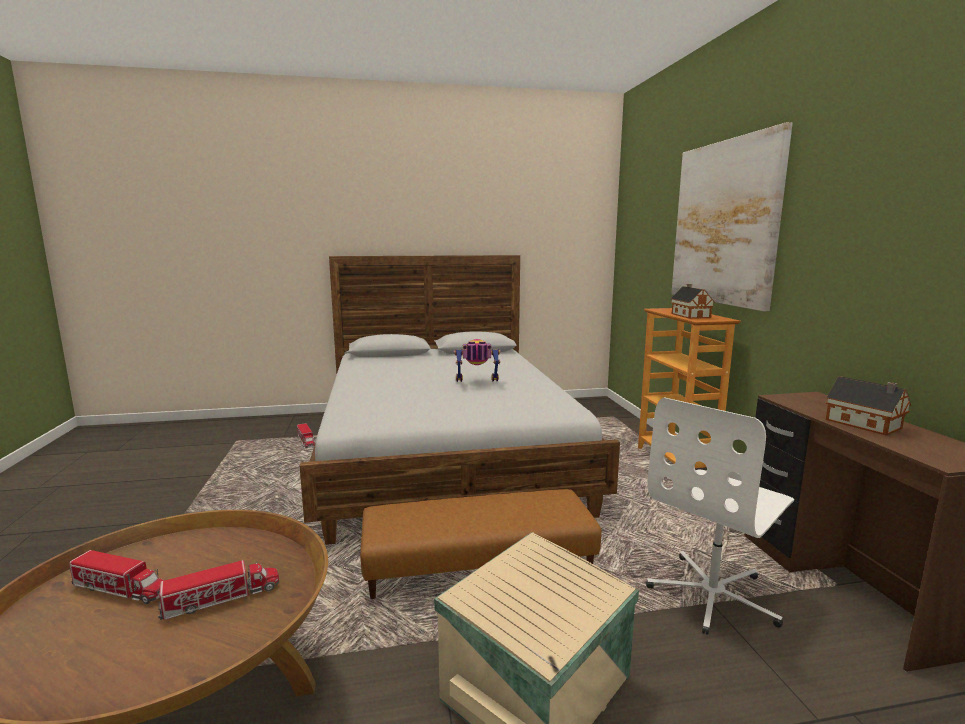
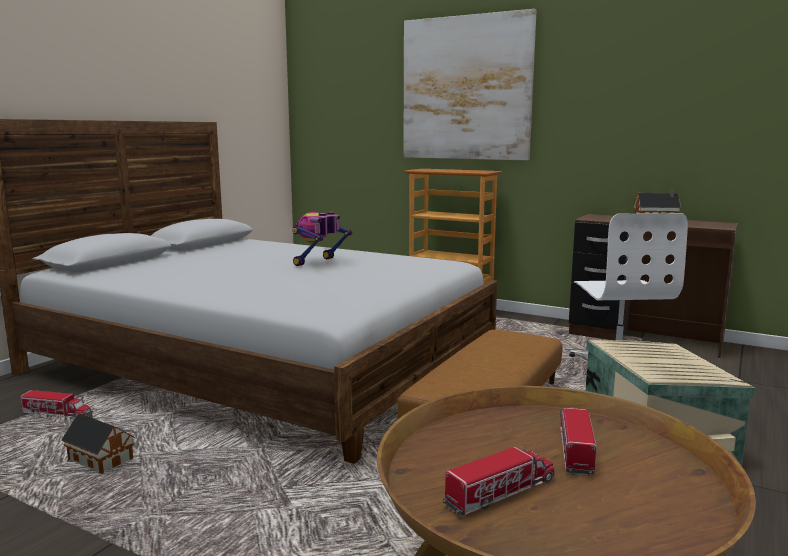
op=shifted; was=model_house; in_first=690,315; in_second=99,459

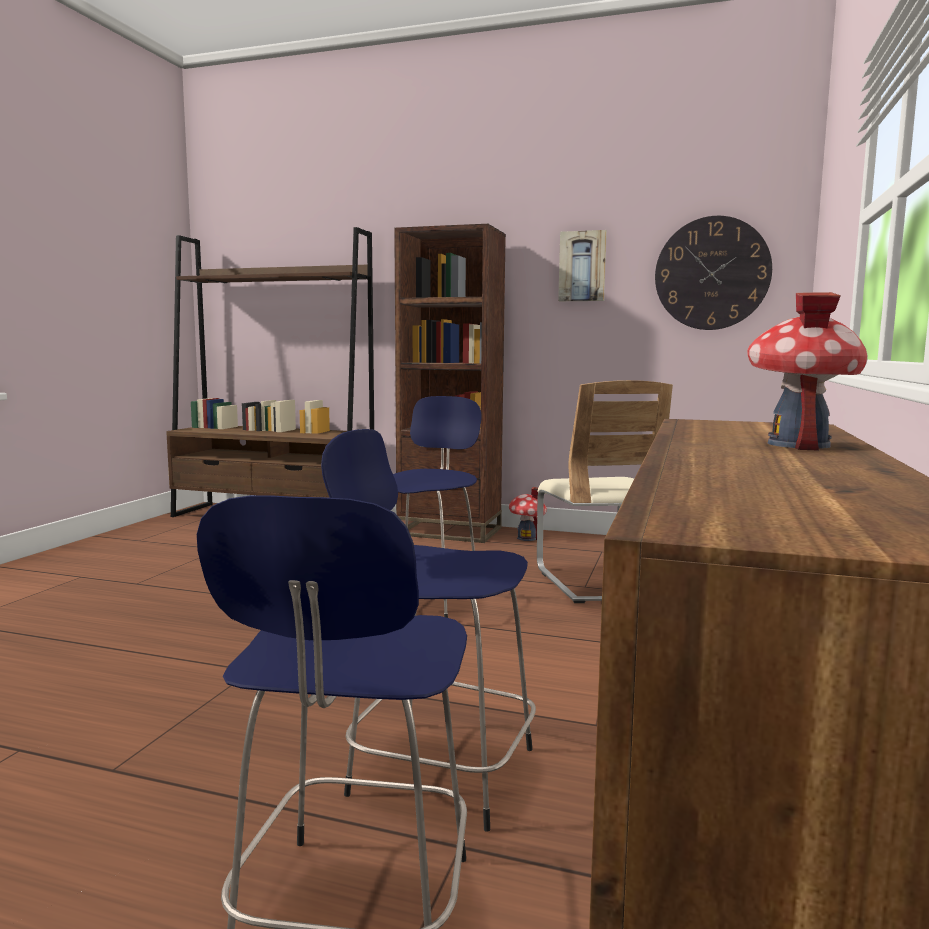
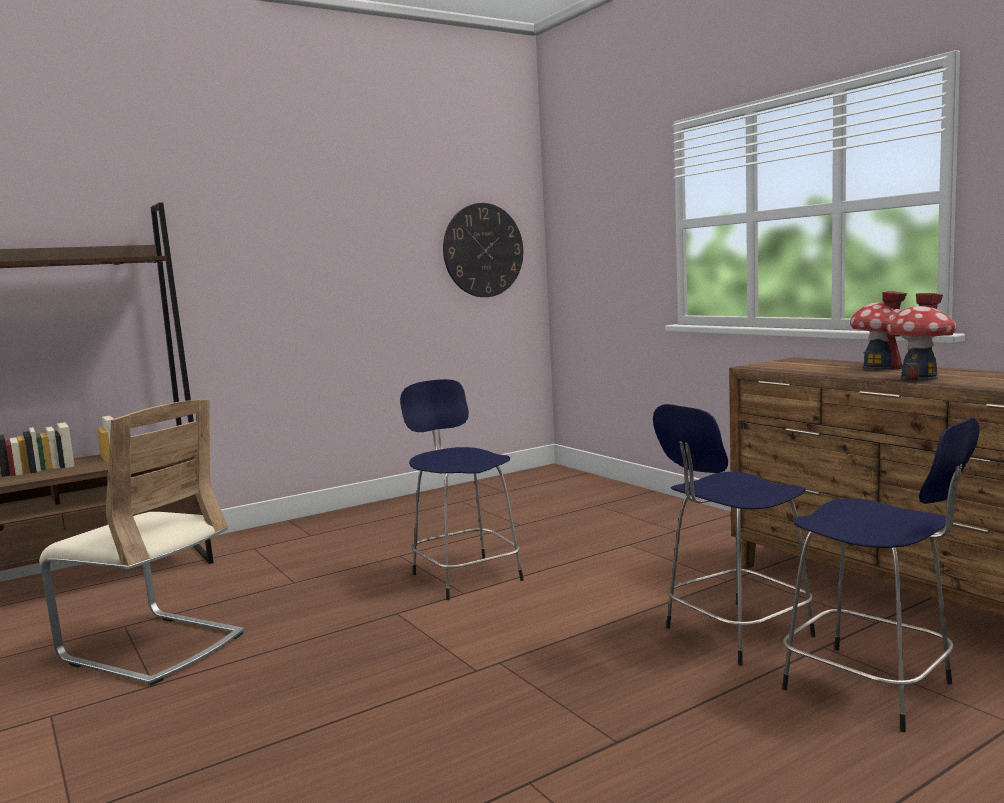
op=shifted; was=beige-coloured_upright_chair; in_first=598,582; in_second=152,647
op=shifted; was=model_house; in_first=527,538; in_second=919,378
op=gone; was=brown_bookshelf; in_first=449,531
op=gone; was=wall_picture; in_first=582,266

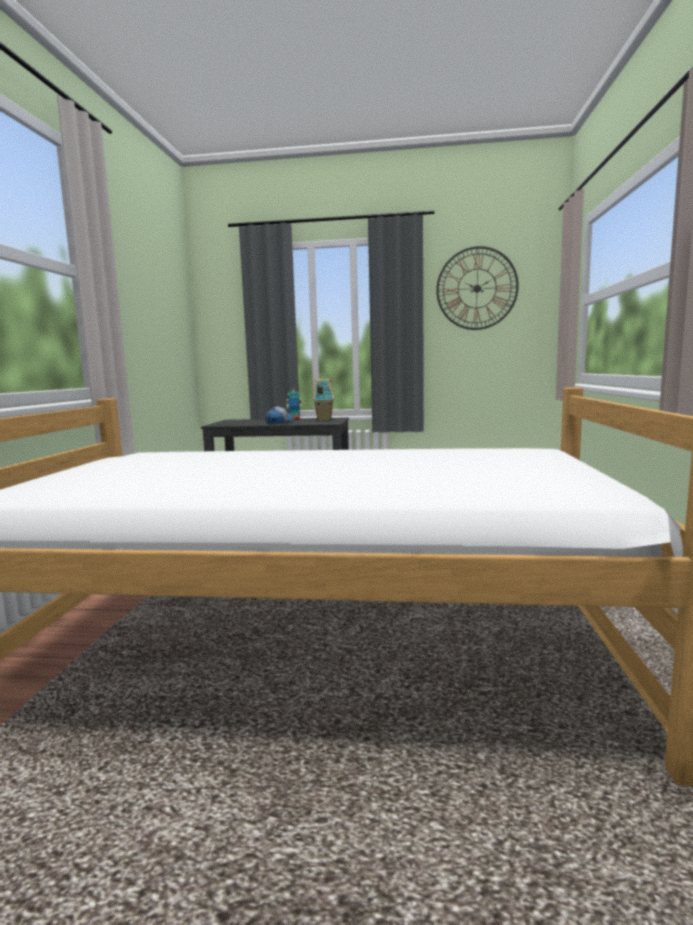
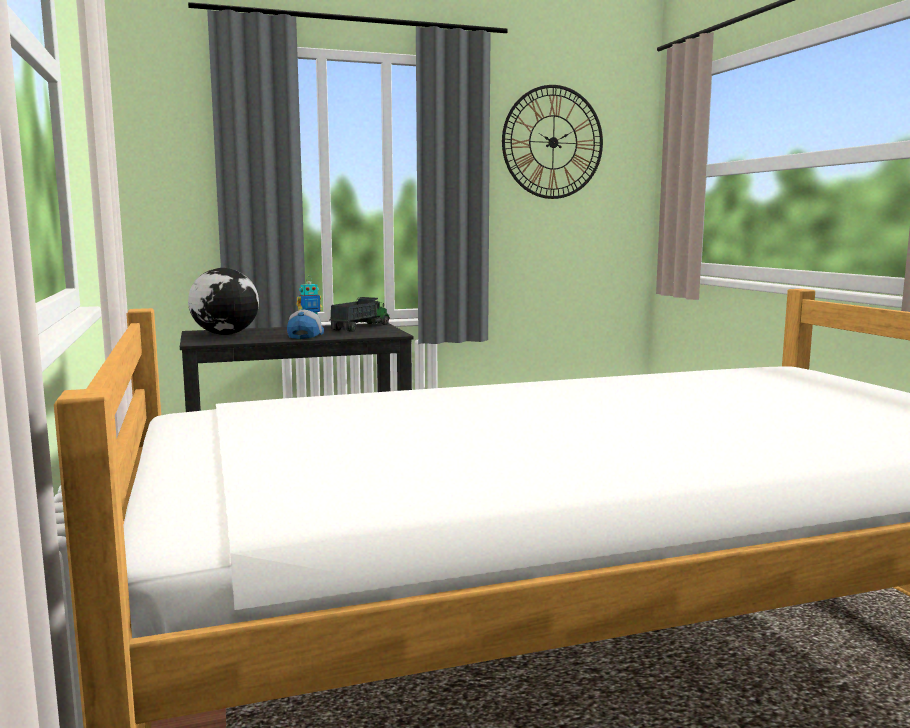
op=new; now=globe; in_second=225,334
op=swapped; was=model_house; now=toy_lorry; in_first=323,419; in_second=361,327

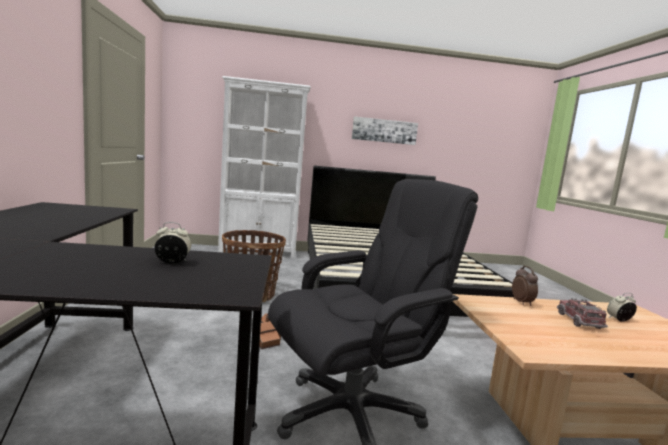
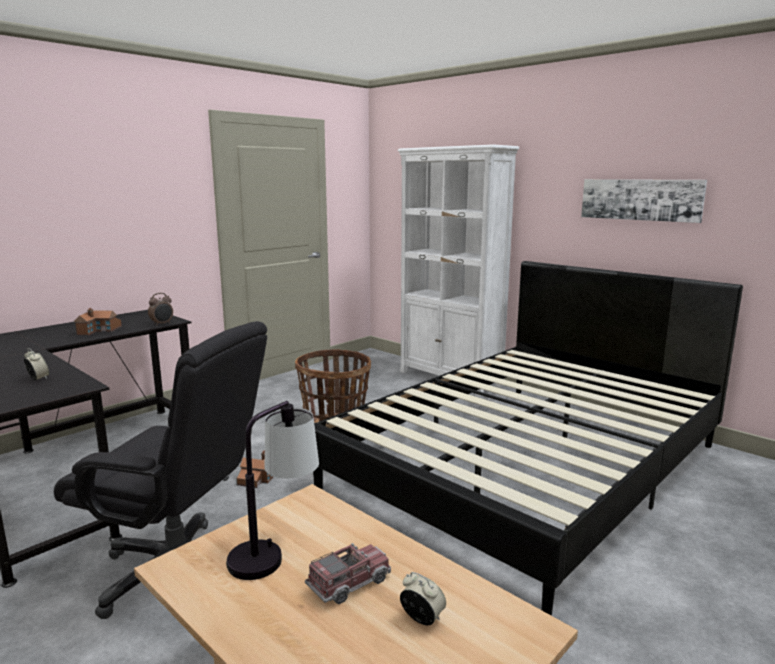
op=new; now=model_house; in_second=99,331
op=shifted; was=alarm_clock; in_first=522,302; in_second=162,324
op=new; now=lamp_for_a_table; in_second=275,550

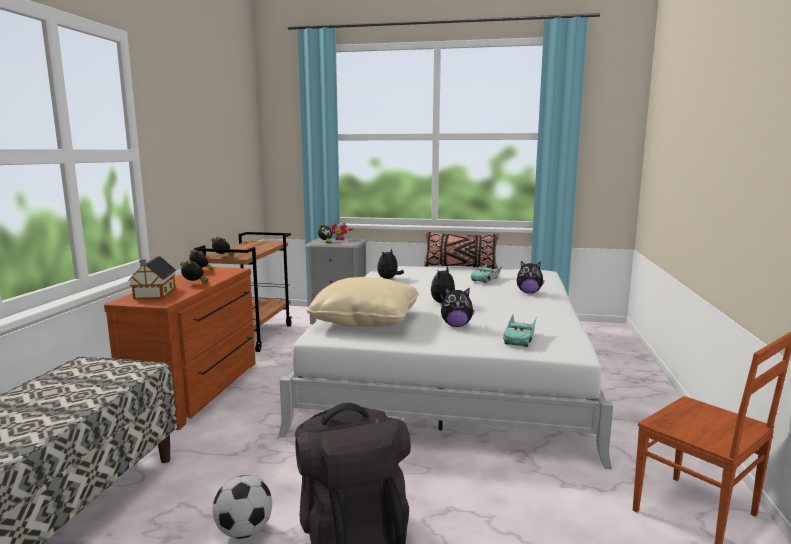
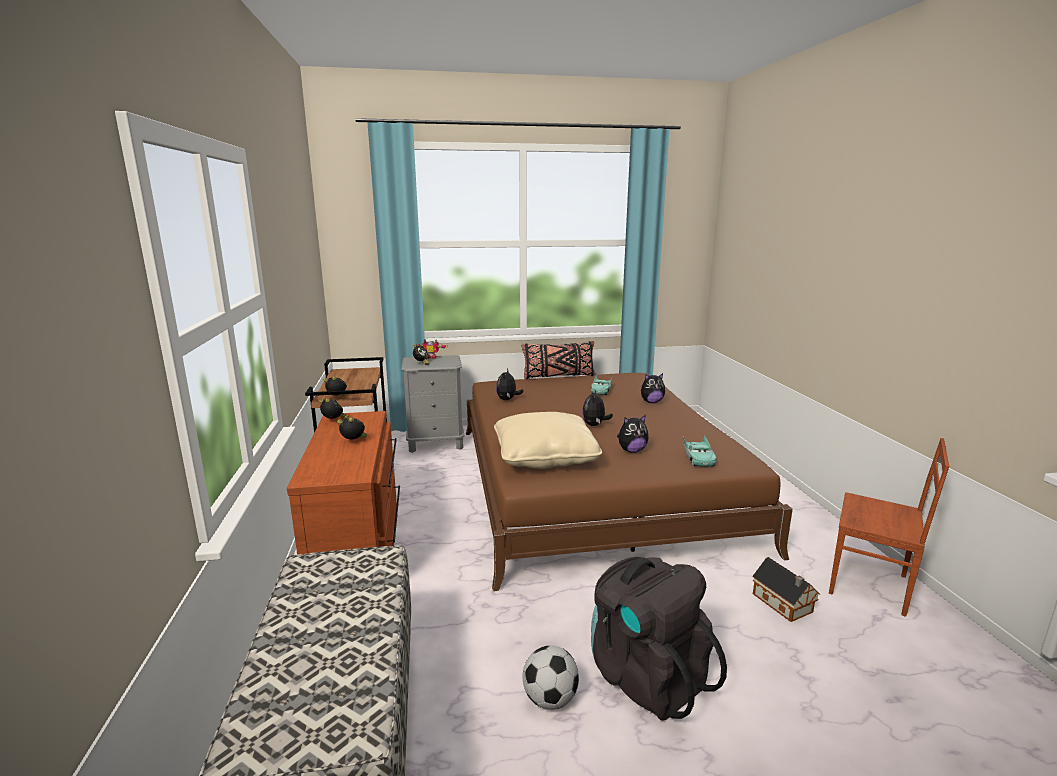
op=repainted; was=white-coloured_sleeping_bed; now=brown_sleeping_bed; in_first=453,368; in_second=592,483
op=shifted; was=model_house; in_first=153,293; in_second=783,604

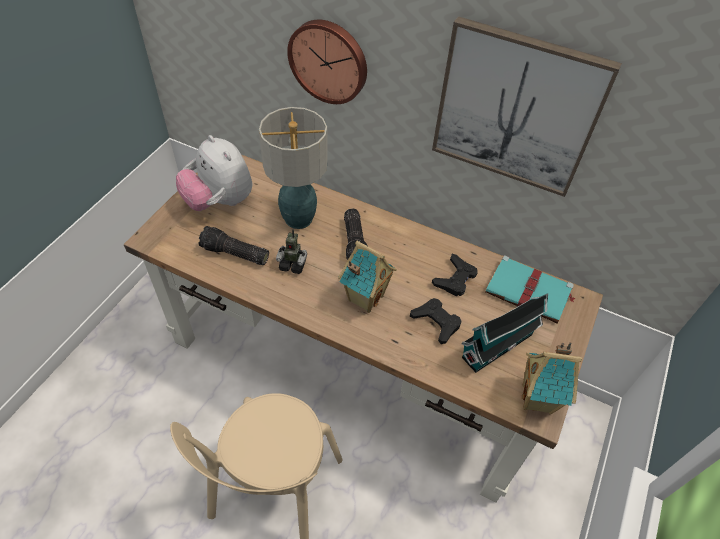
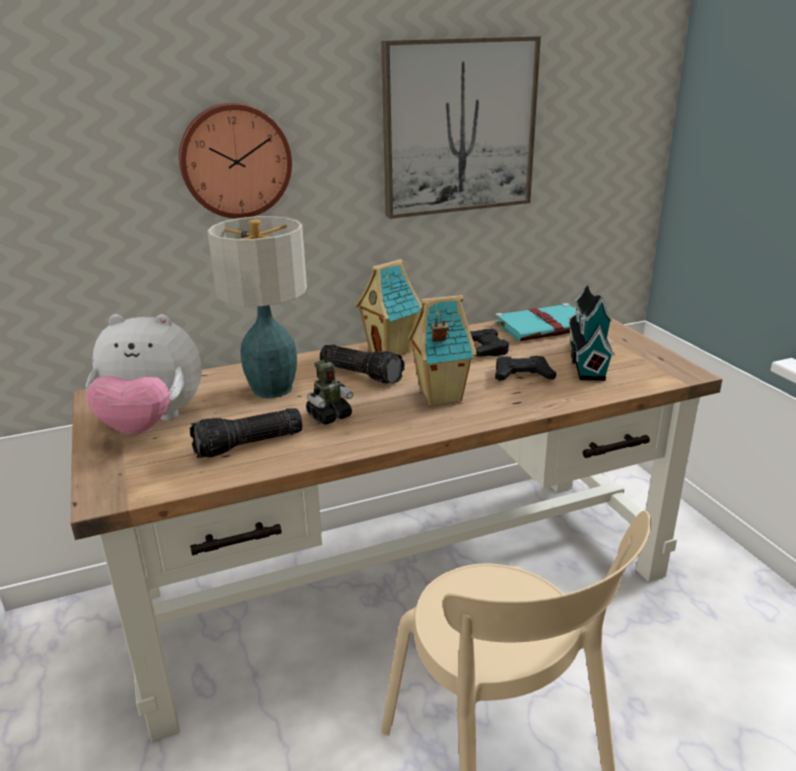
op=shifted; was=model_house; in_first=538,399; in_second=391,351

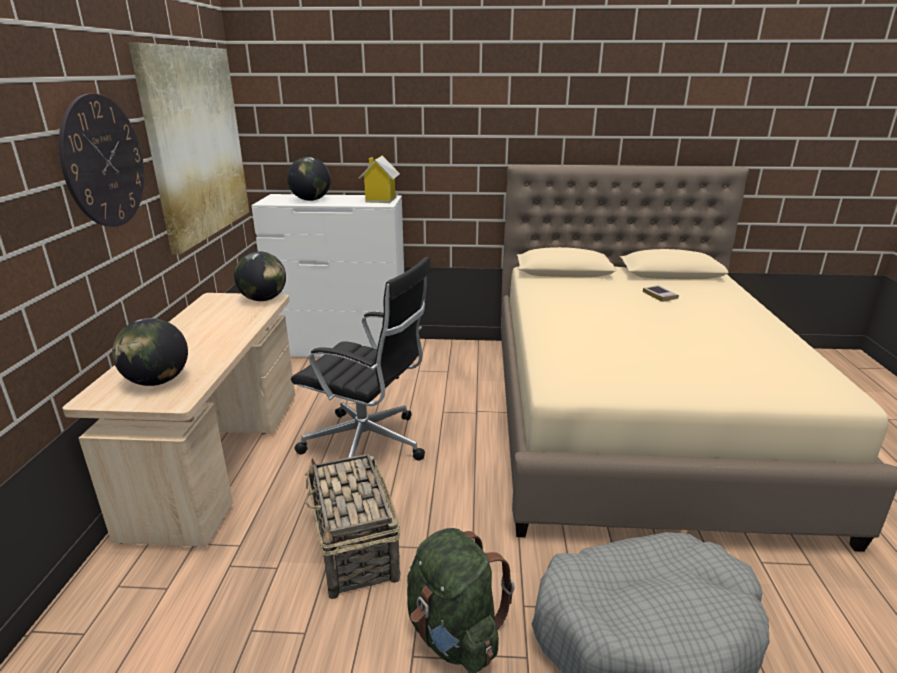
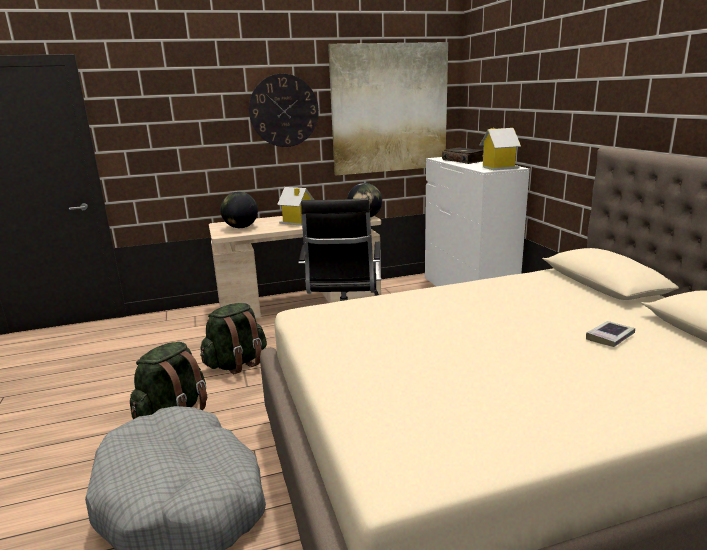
op=swapped; was=storage_basket; now=green-coloured_rucksack; in_first=355,550; in_second=237,363
op=new; now=model_house; in_second=296,222
op=swapped; was=globe; now=volume; in_first=311,200; in_second=463,161

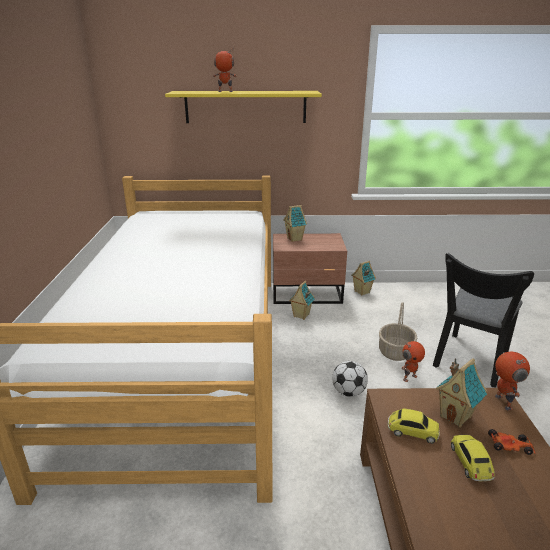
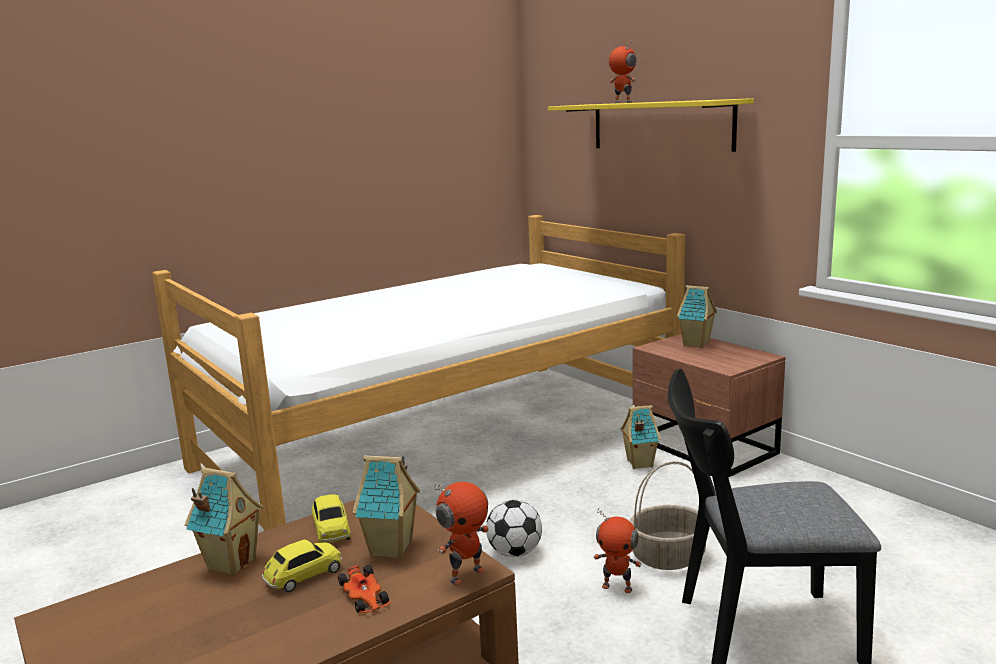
op=shifted; was=model_house; in_first=361,292; in_second=231,563

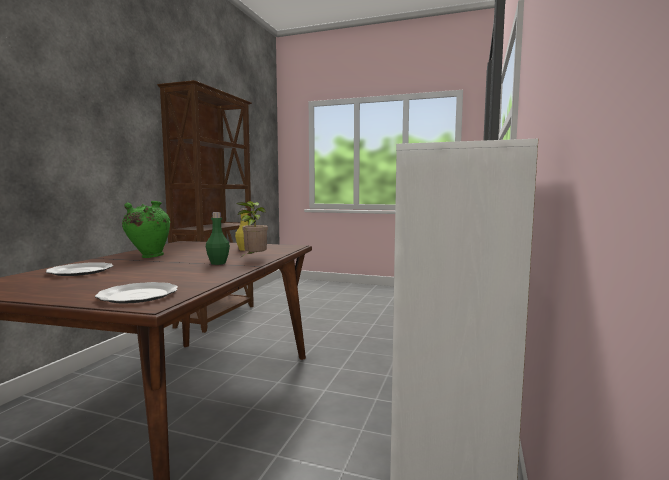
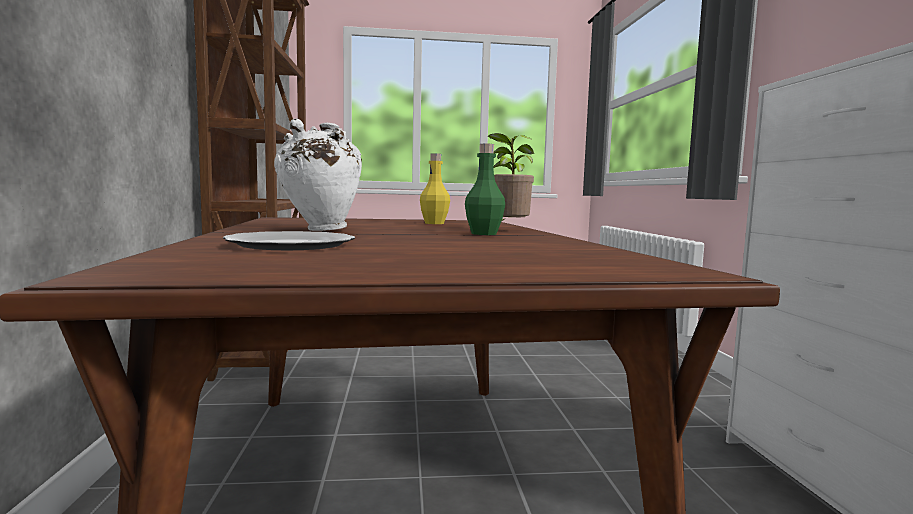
op=repainted; was=green-coloured_flower_vase; now=white-coloured_flower_vase; in_first=149,257; in_second=320,230
op=gone; was=plate; in_first=137,295

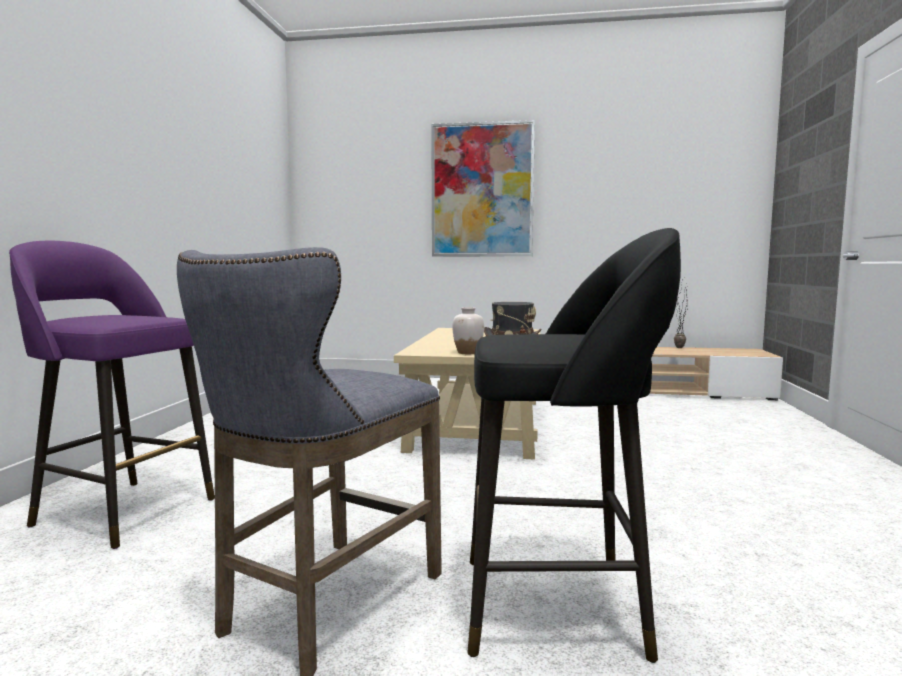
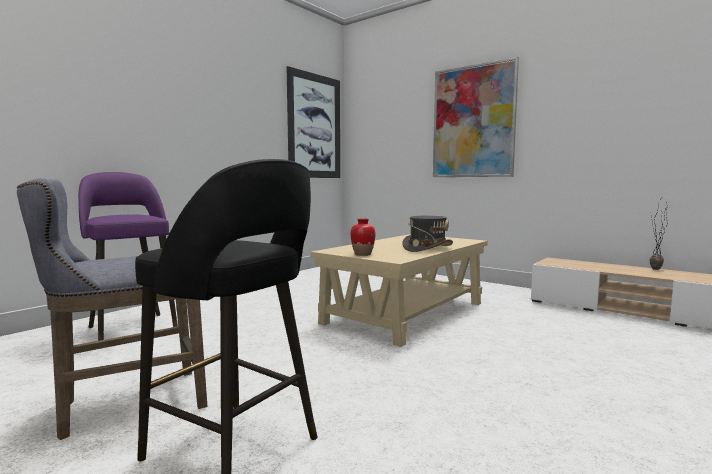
op=new; now=wall_picture; in_second=315,126
op=repainted; was=white-coloured_flower_vase; now=red_flower_vase; in_first=468,353; in_second=363,254

